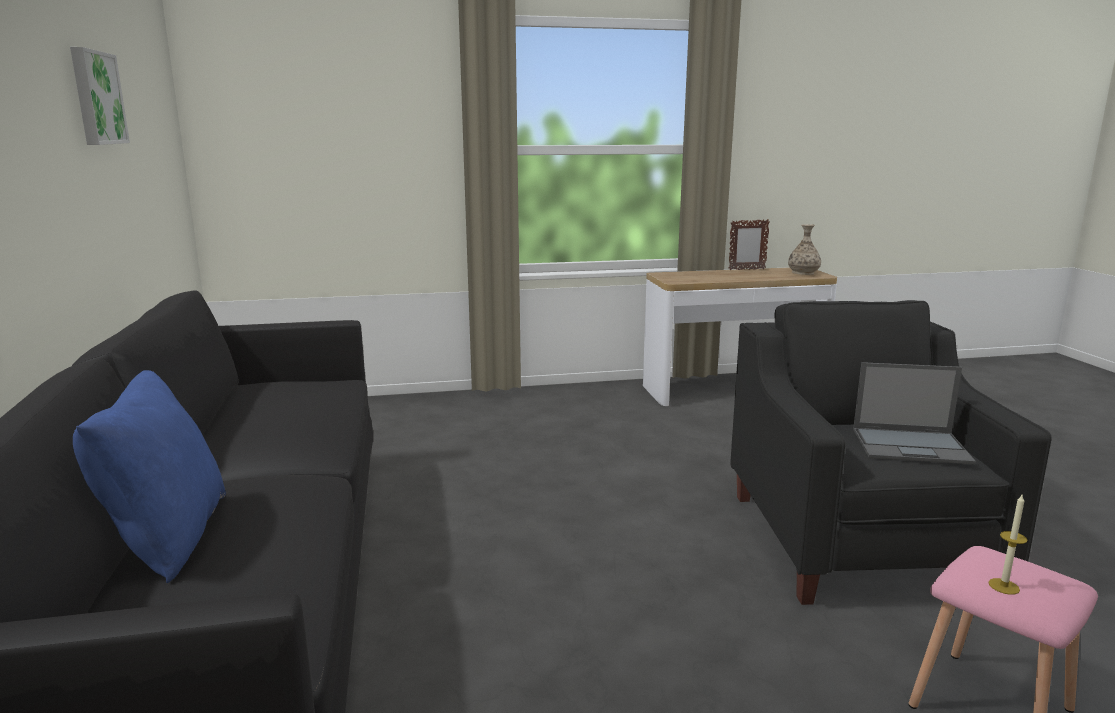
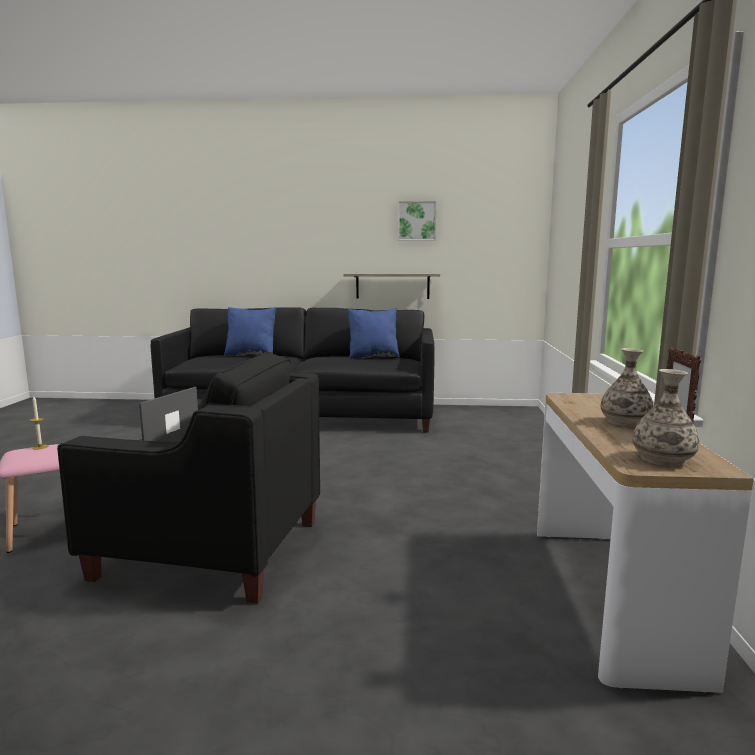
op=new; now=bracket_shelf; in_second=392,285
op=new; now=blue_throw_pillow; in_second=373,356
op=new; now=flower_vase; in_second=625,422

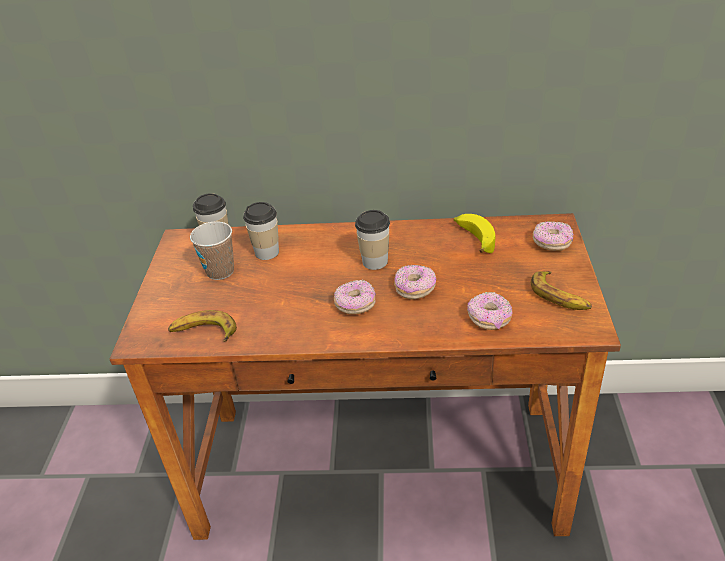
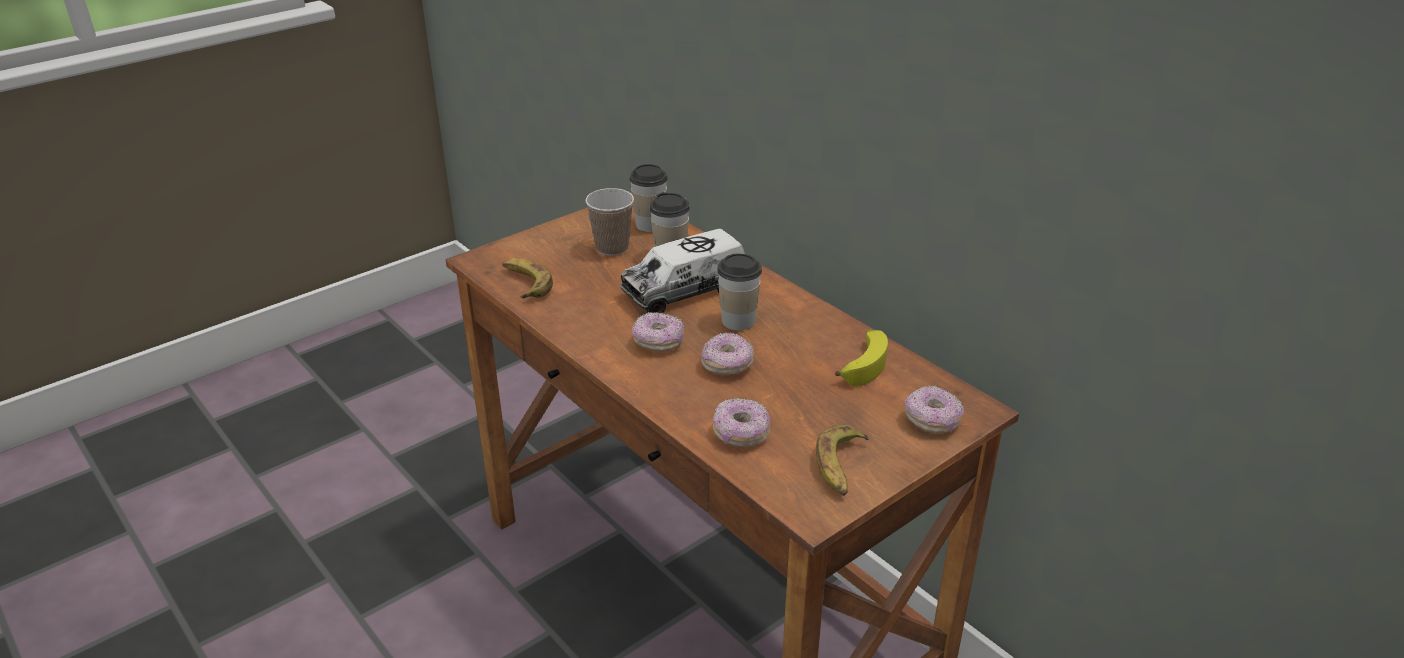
op=new; now=toy_lorry; in_second=684,290

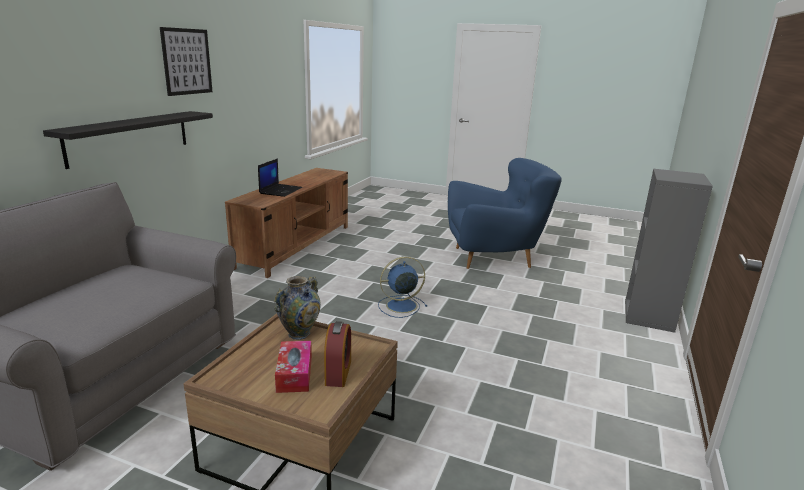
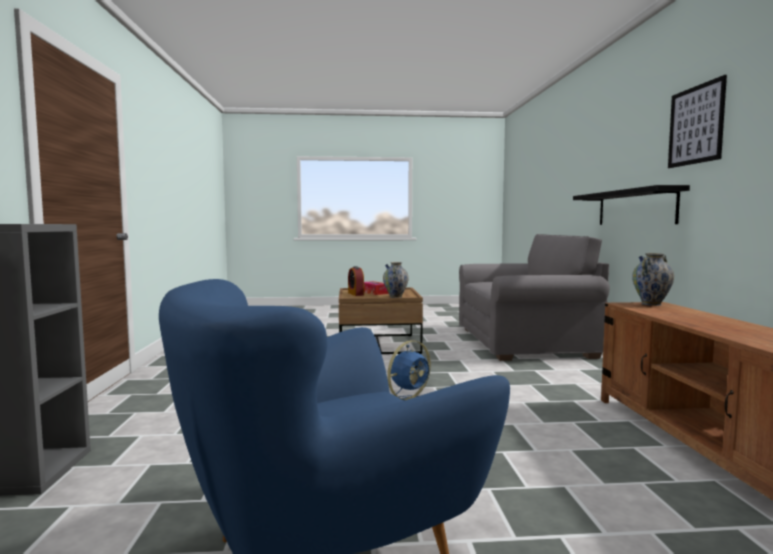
op=new; now=flower_vase; in_second=651,304
op=gone; was=notebook_computer; in_first=280,190

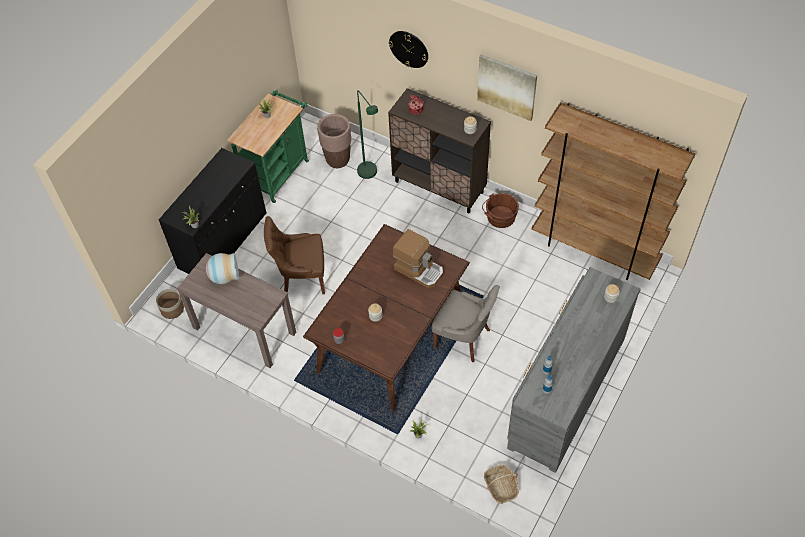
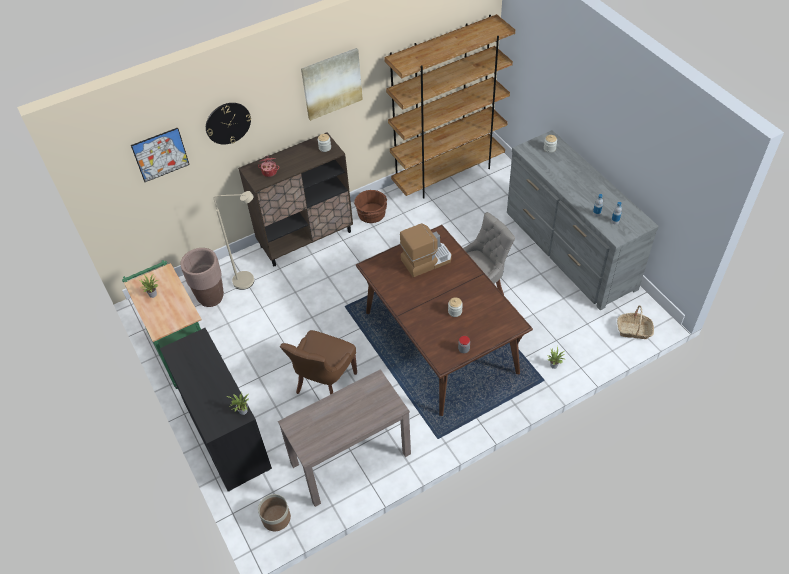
op=new; now=wall_picture; in_second=160,154
op=repainted; was=green-coloured_standing_lamp; now=beige-coloured_standing_lamp; in_first=370,175; in_second=249,281
op=gone; was=flower_vase; in_first=224,276

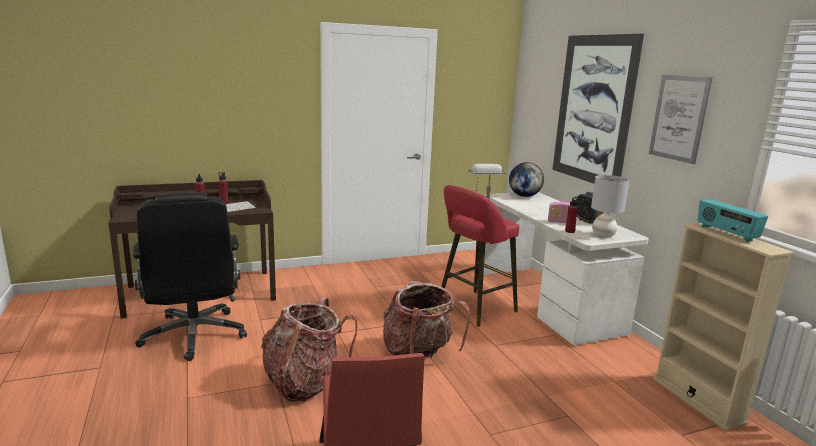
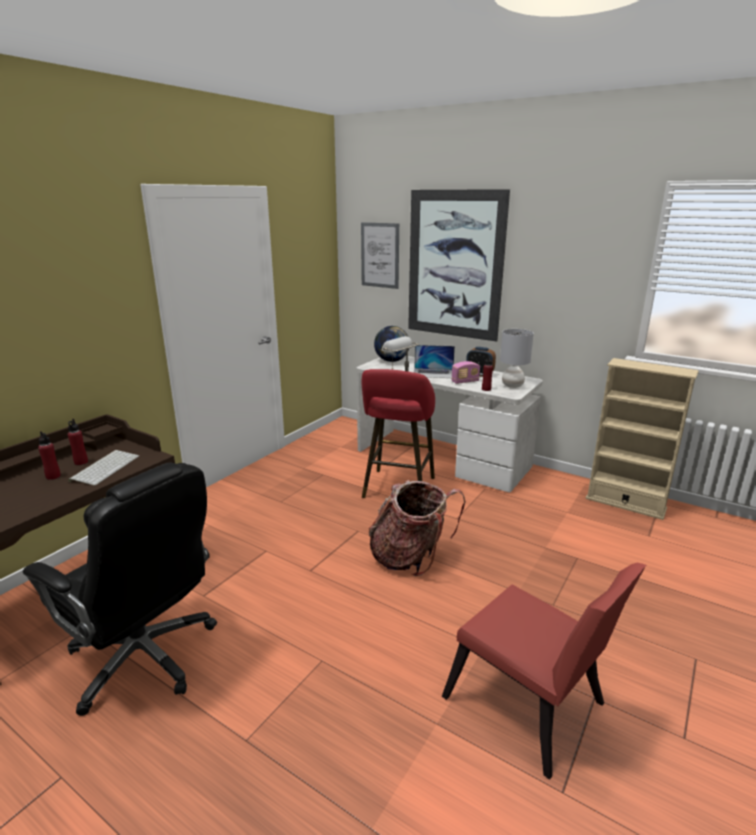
op=shifted; was=wall_picture; in_first=679,118; in_second=380,255
op=new; now=notebook_computer; in_second=433,373
op=gone; was=rucksack; in_first=304,382
op=gone; was=radio_set; in_first=726,233

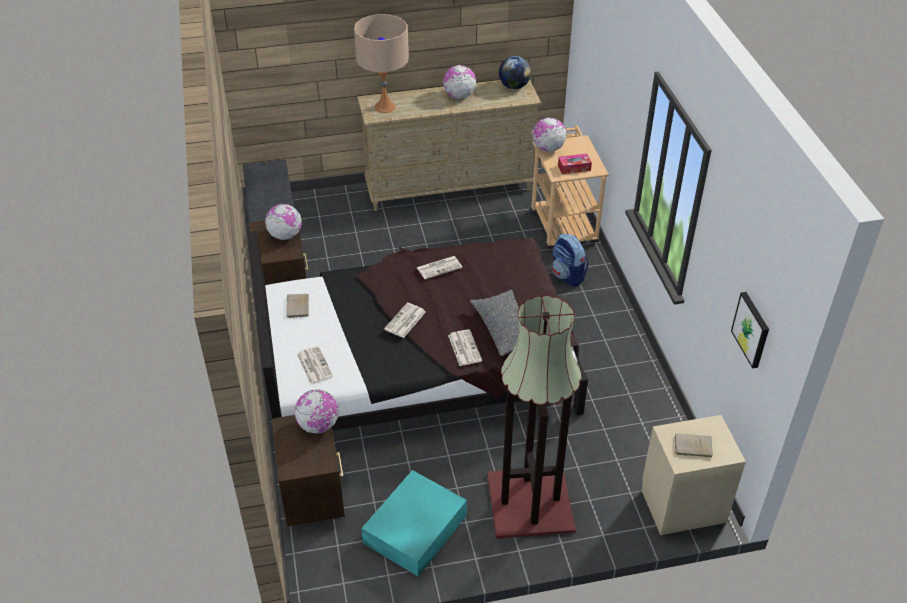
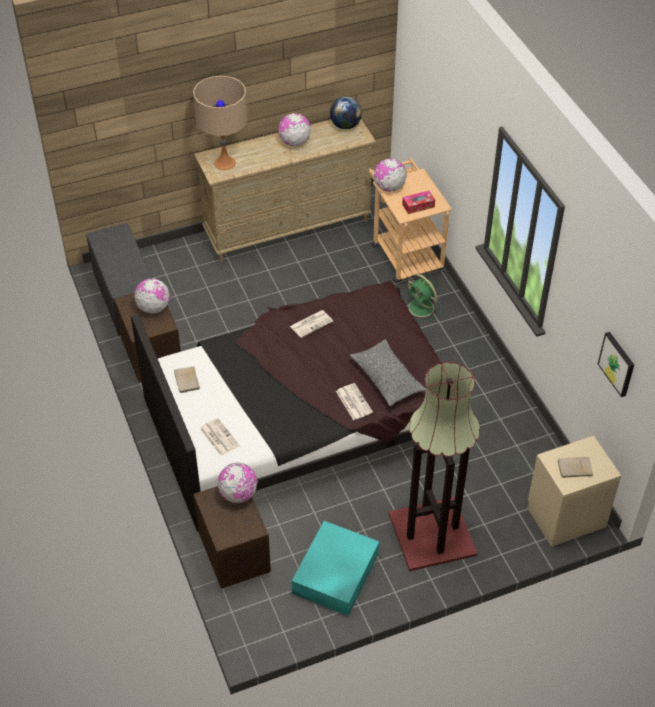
op=swapped; was=rucksack; now=green-coloured_fan; in_first=568,276; in_second=422,308
op=gone; was=daily_paper; in_first=405,321

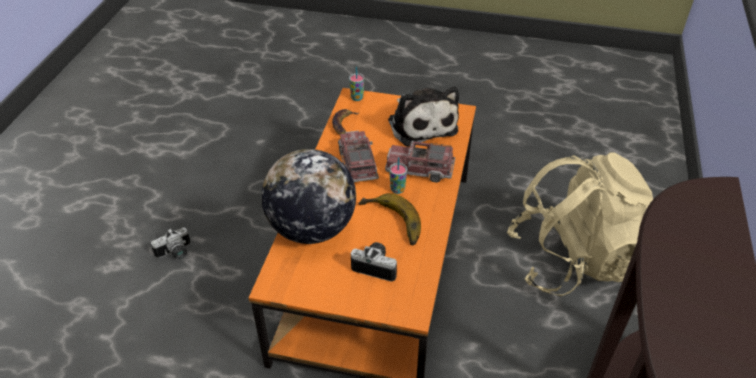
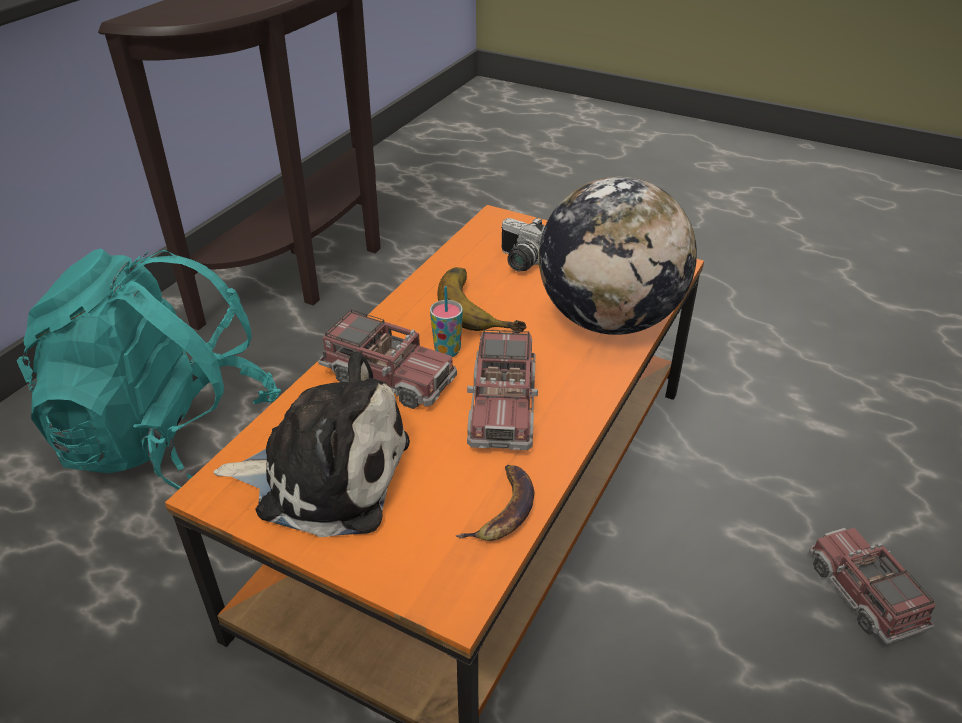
op=repainted; was=beige-coloured_rucksack; now=blue-green_rucksack; in_first=572,259; in_second=171,440
op=rotated; was=plush_toy; in_first=421,124; in_second=325,475; clockwise=105
op=swapped; was=still_camera; now=toy_lorry; in_first=175,253; in_second=863,594
op=gone; was=cup; in_first=357,98

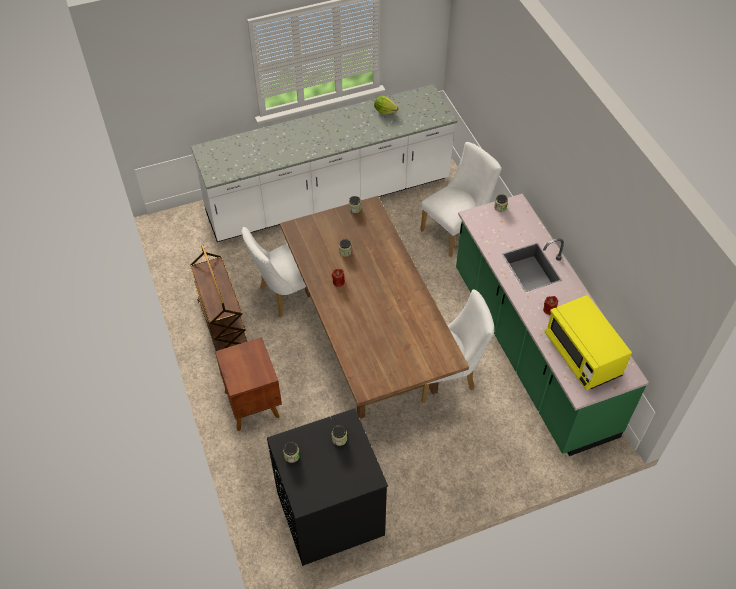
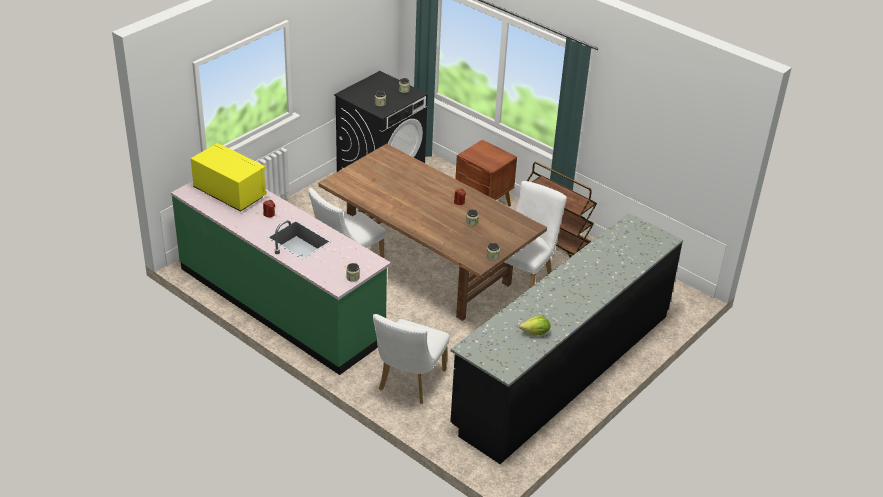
op=repainted; was=white-coloured_kitchen_base_unit; now=blackish_kitchen_base_unit; in_first=329,198; in_second=563,369

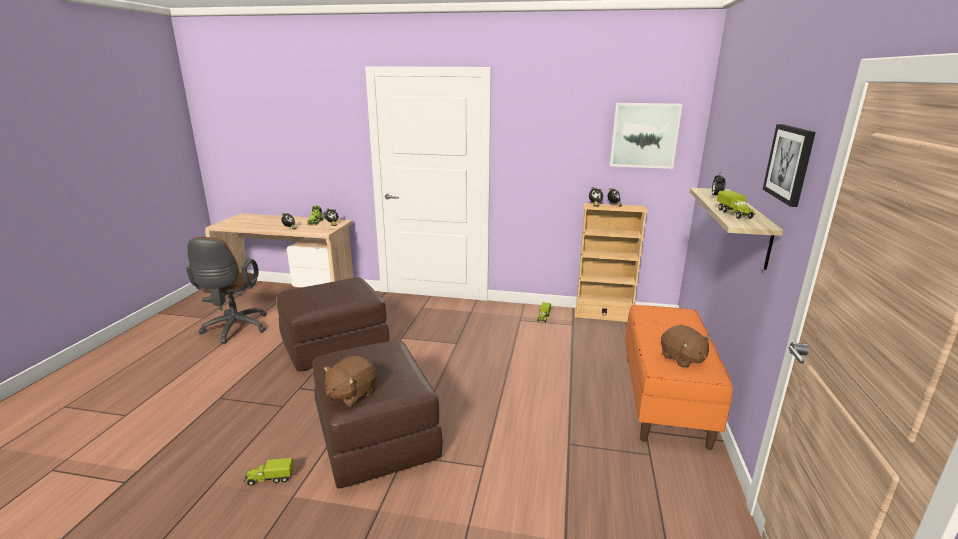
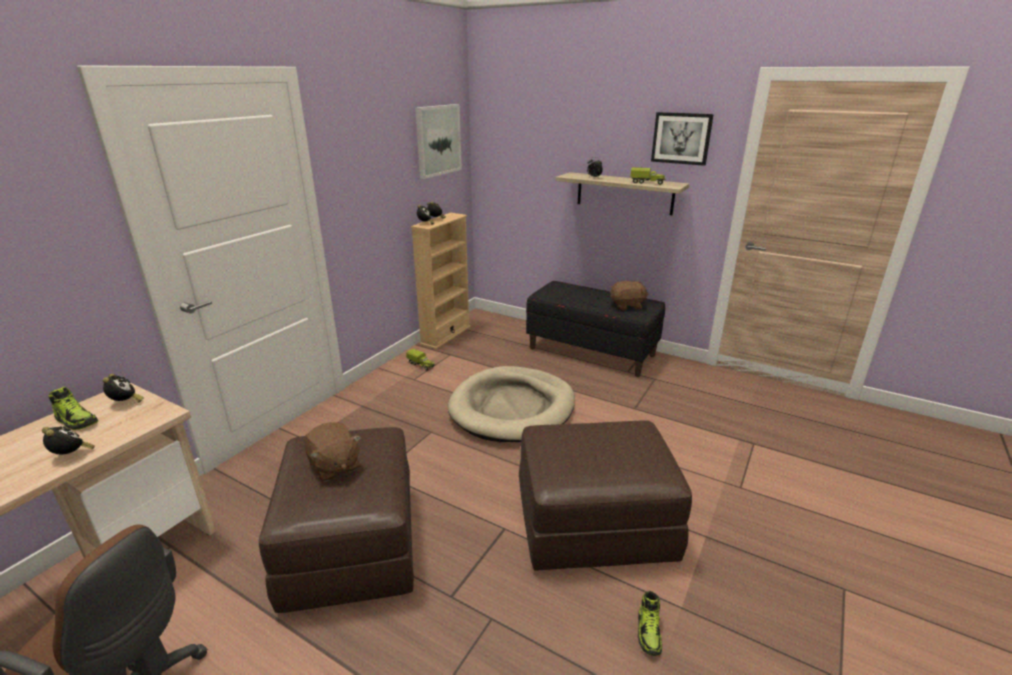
op=shifted; was=brown_plush_toy; in_first=351,394; in_second=334,466
op=new; now=beige-coloured_pet_bed; in_second=512,408
op=repainted; was=orange-coloured_indoor_bench; now=blackish_indoor_bench; in_first=665,399; in_second=592,352
op=swapped; was=toy_lorry; now=low_shoe; in_first=270,478; in_second=649,632

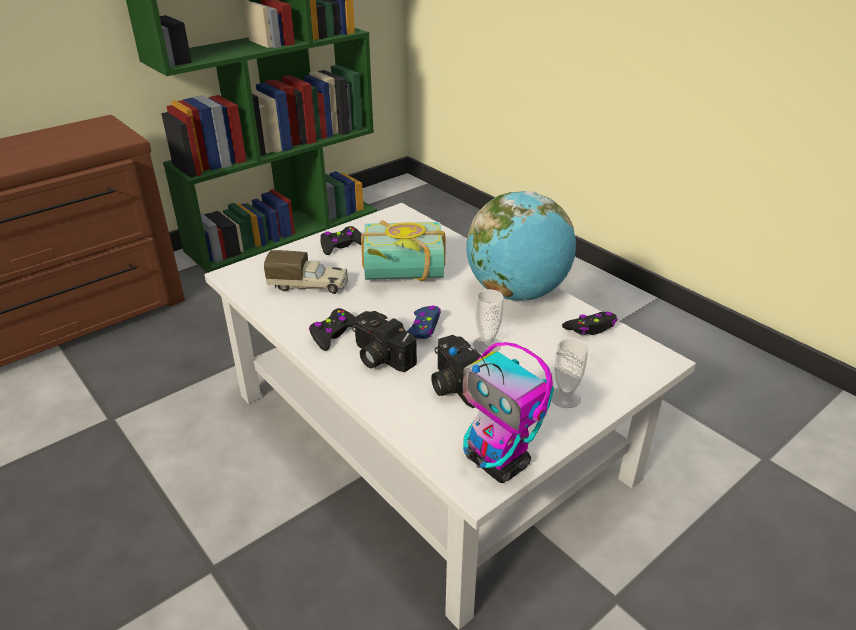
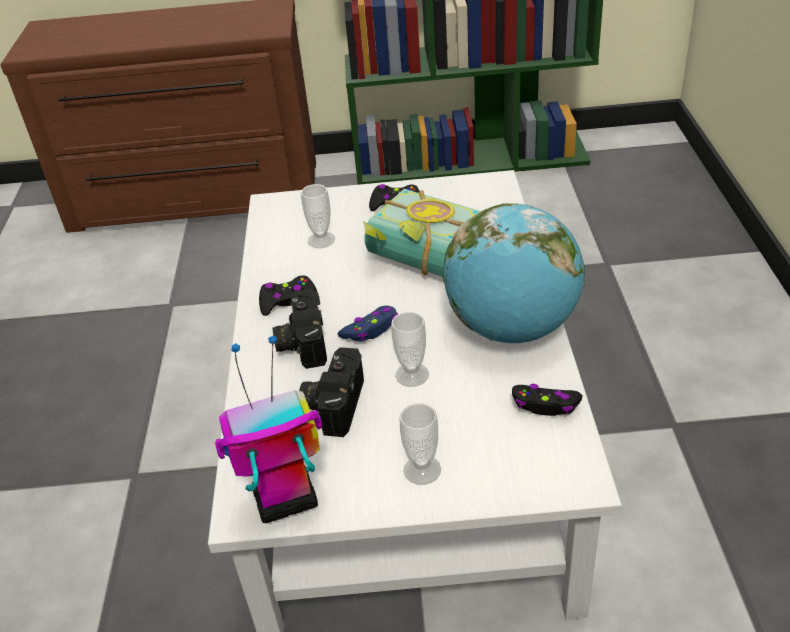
op=rotated; was=robot_figure; in_first=498,462; in_second=284,501; clockwise=75
op=swapped; was=toy_lorry; now=cup; in_first=309,286; in_second=321,240

